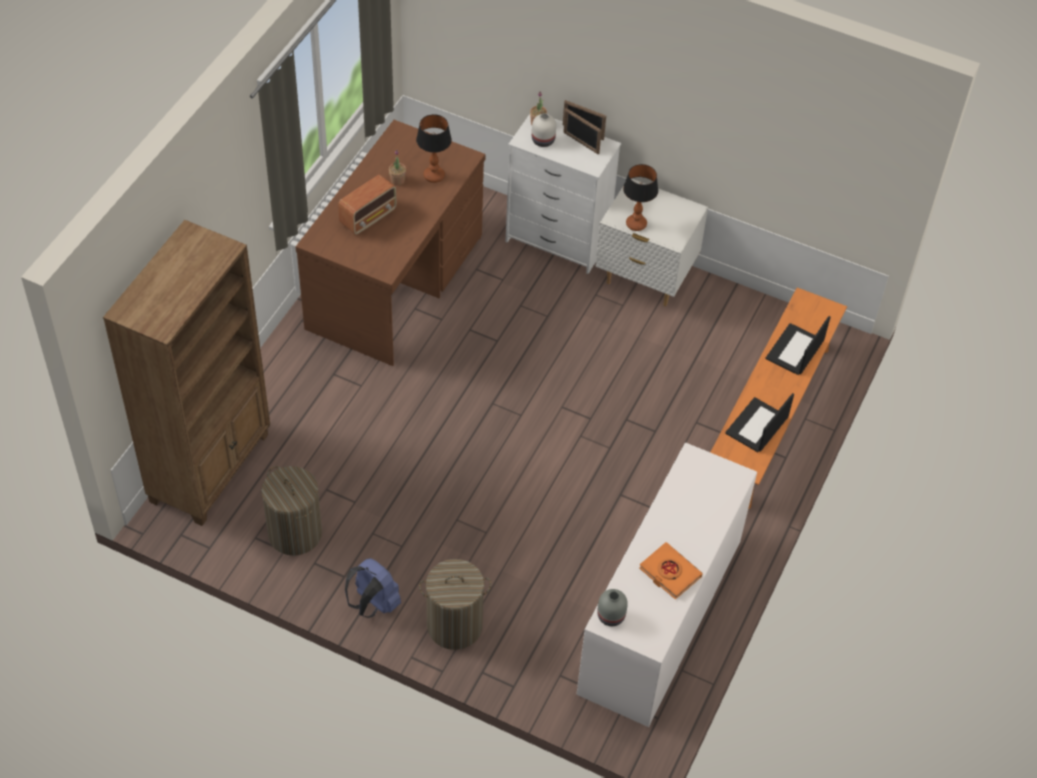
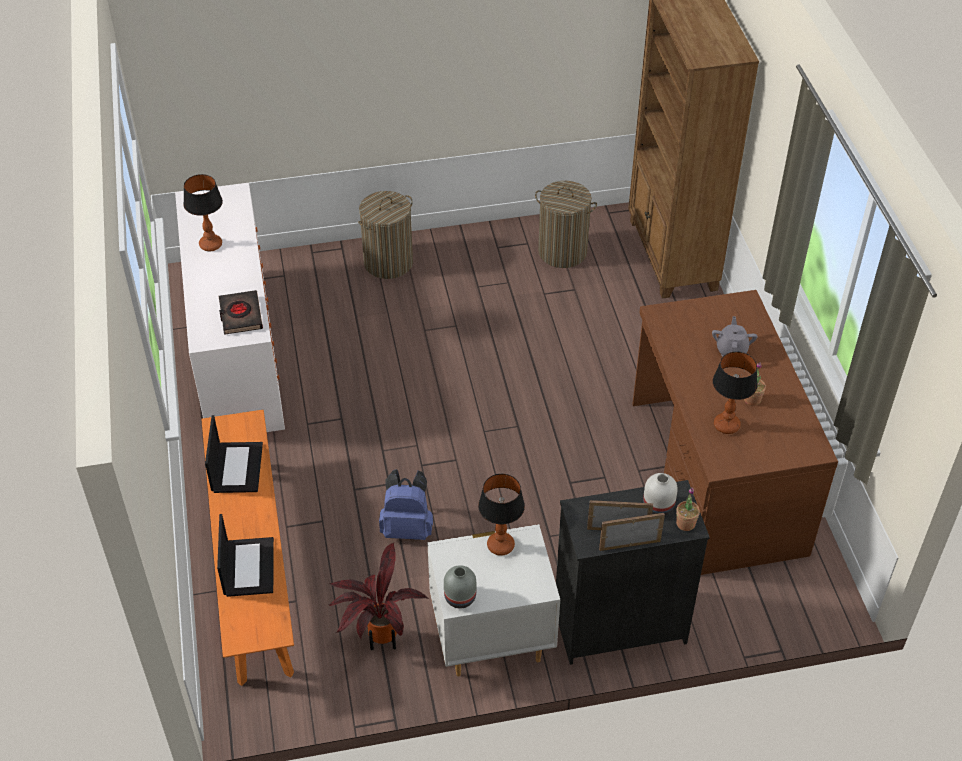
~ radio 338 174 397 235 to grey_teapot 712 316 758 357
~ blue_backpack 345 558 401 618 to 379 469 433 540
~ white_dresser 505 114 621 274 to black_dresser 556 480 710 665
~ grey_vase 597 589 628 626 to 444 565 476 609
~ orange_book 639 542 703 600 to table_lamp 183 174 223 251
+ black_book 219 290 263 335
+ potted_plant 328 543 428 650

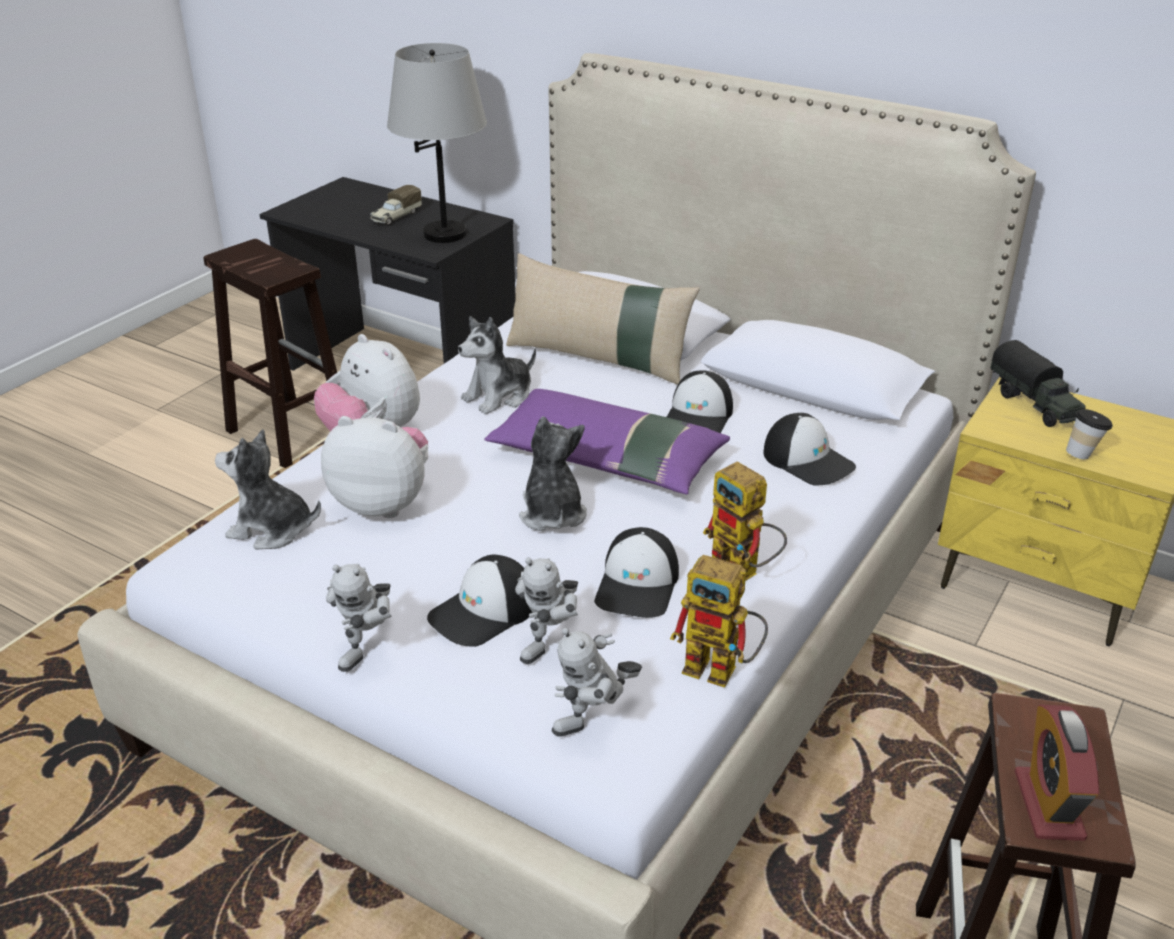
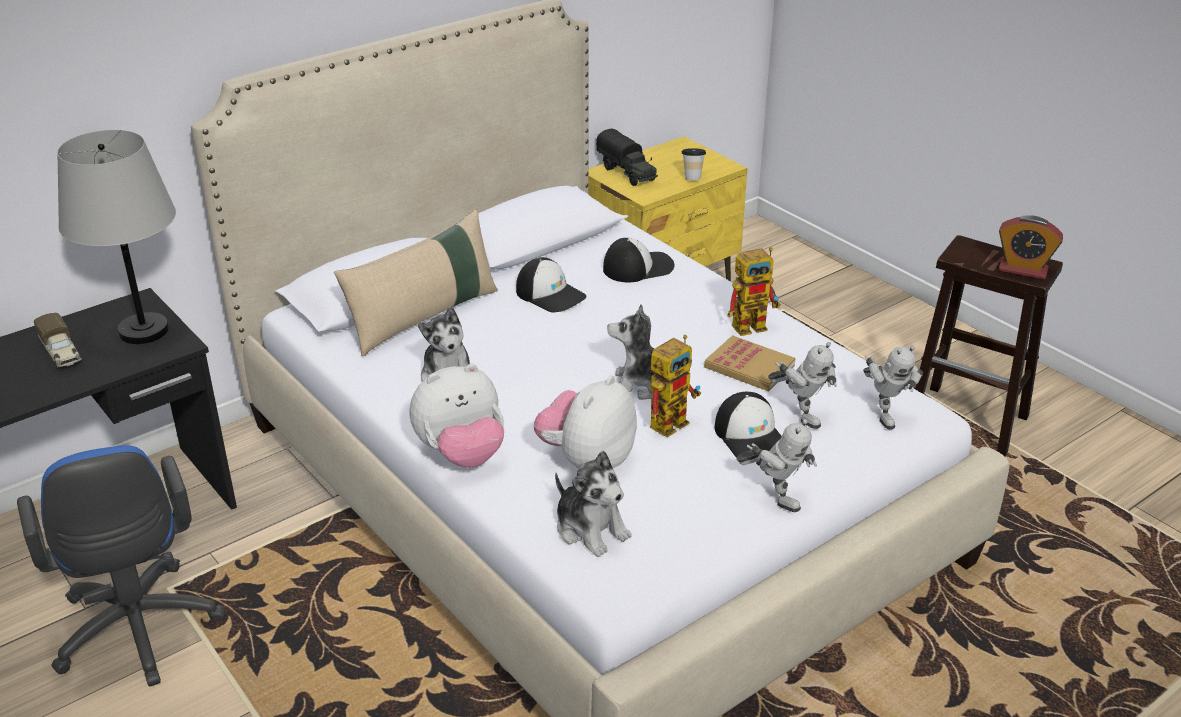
~ brown_stool 204 239 337 468 to blue_office_chair 17 445 226 687
~ plush_toy 215 429 321 549 = 555 451 632 557 75 degrees counterclockwise
- purple_pillow 485 389 730 494
~ cap 594 527 679 618 to book 704 335 795 392
~ toy_robot 670 555 768 688 to 650 335 701 438
~ toy_truck 990 340 1086 427 = 596 129 658 186 60 degrees clockwise

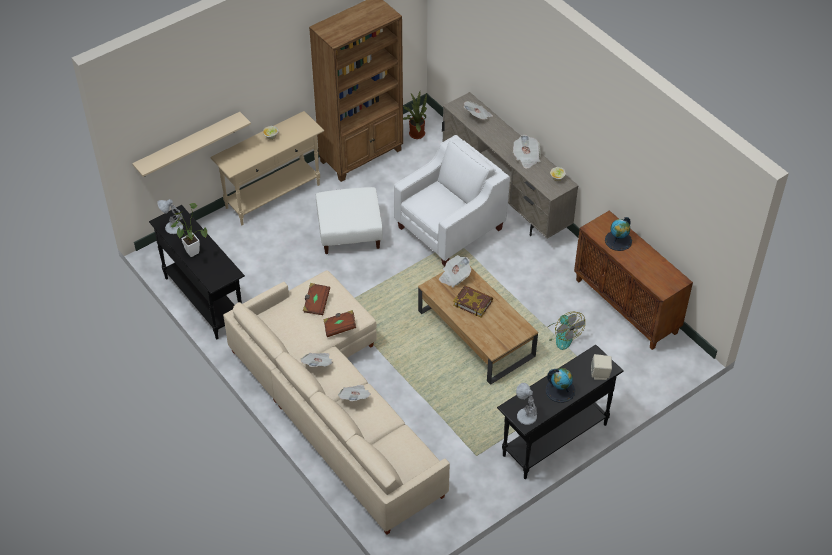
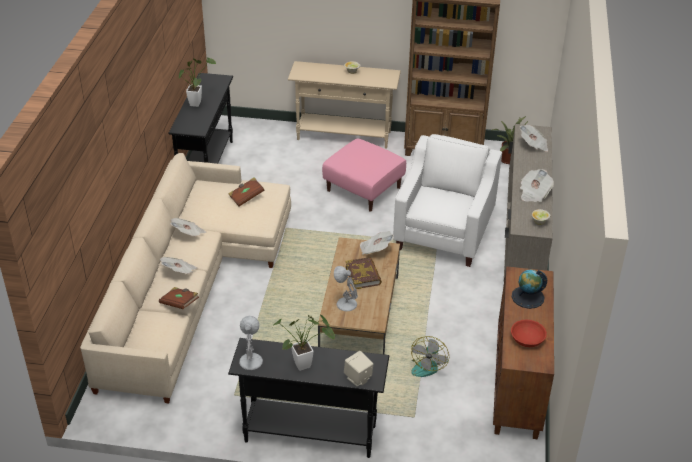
- beige_shelf 132 112 251 177
~ white_table_lamp 157 199 183 234 to 334 266 358 311
~ white_ottoman 316 187 383 254 to pink_ottoman 322 139 406 212
~ brown_book 323 310 356 337 to 159 287 199 309
~ white_armchair 394 135 510 266 = 393 134 502 267 75 degrees counterclockwise
~ globe 545 368 575 403 to potted_plant 272 315 335 371
+ red_bowl 511 319 547 347

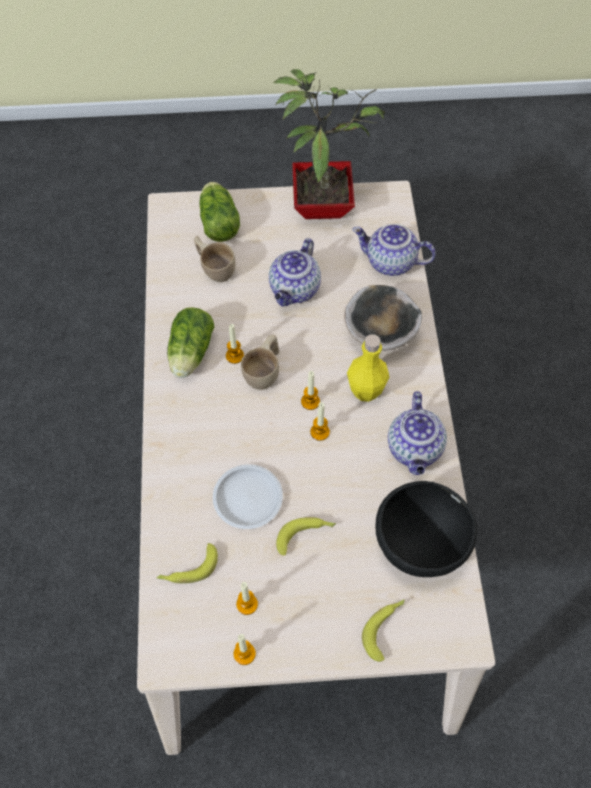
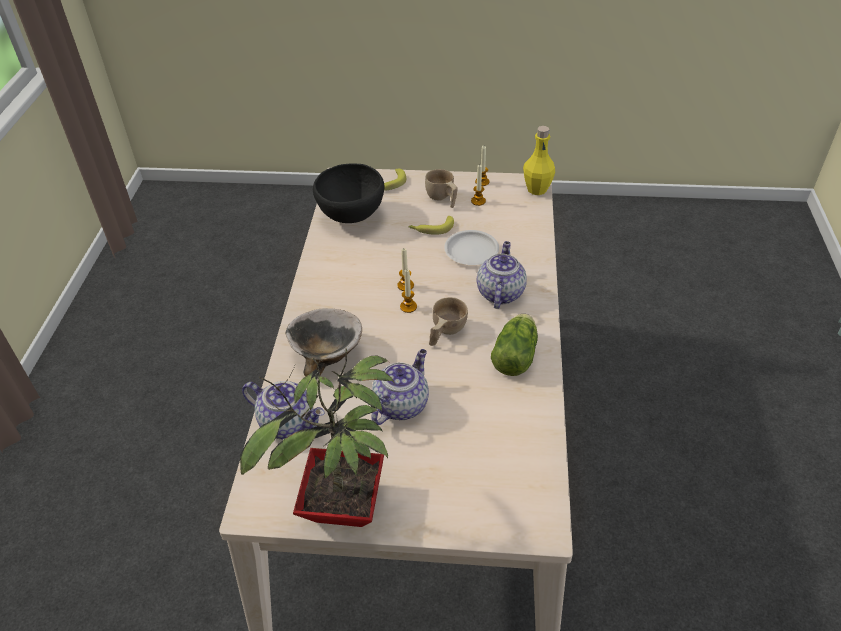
- banana 157 543 218 583
~ beige_cup 194 236 235 282 to 425 169 458 208
- lettuce 199 182 240 242
- candle 226 324 244 364
~ yellow_bottle 347 334 389 402 to 523 126 555 195
~ teapot 388 391 447 475 to 477 241 527 309

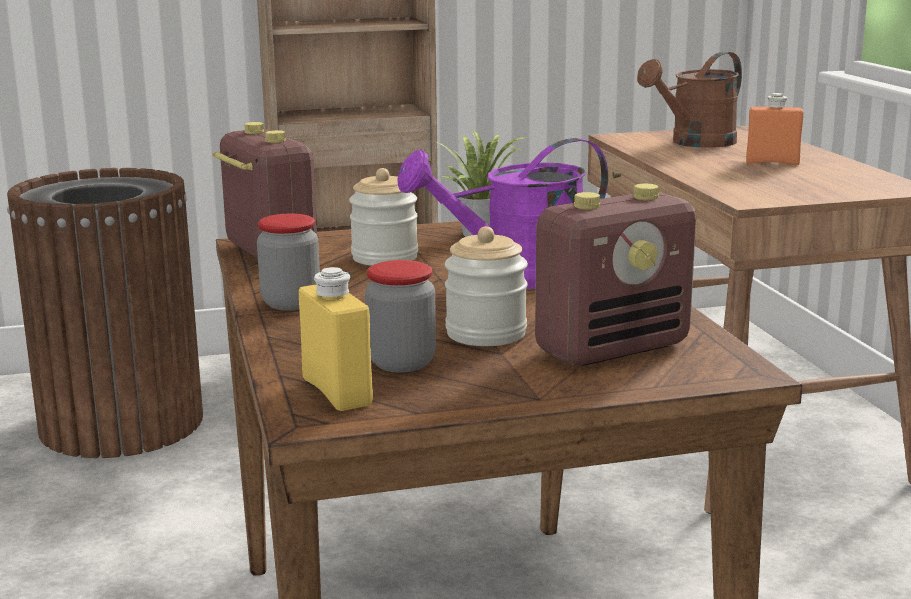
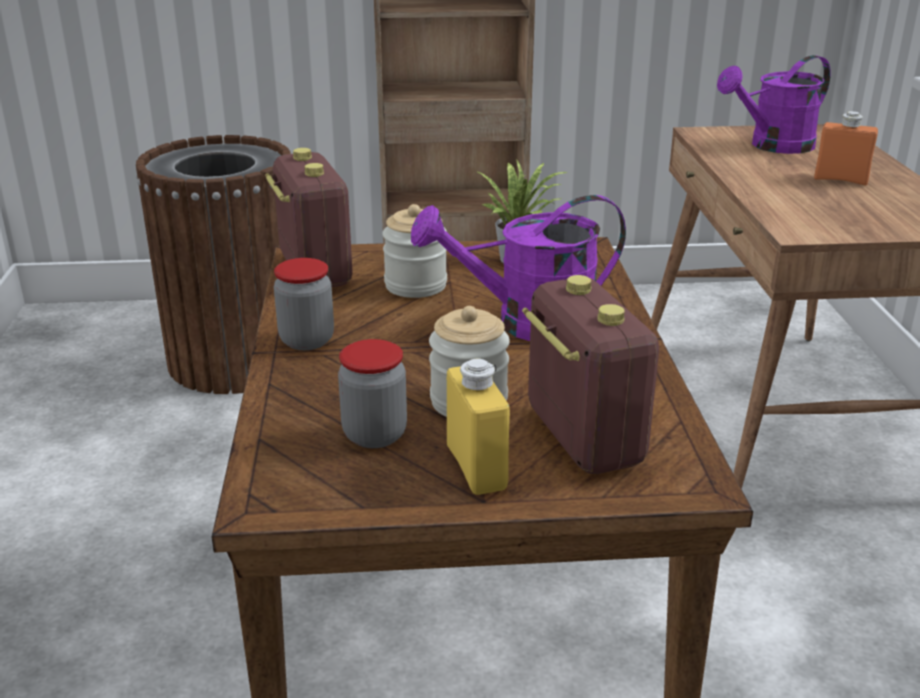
~ yellow_bottle 299 267 373 411 to 447 359 510 495
~ radio 535 184 696 366 = 522 275 659 474 90 degrees counterclockwise
~ brown_watering_can 637 51 742 148 to purple_watering_can 717 55 831 154

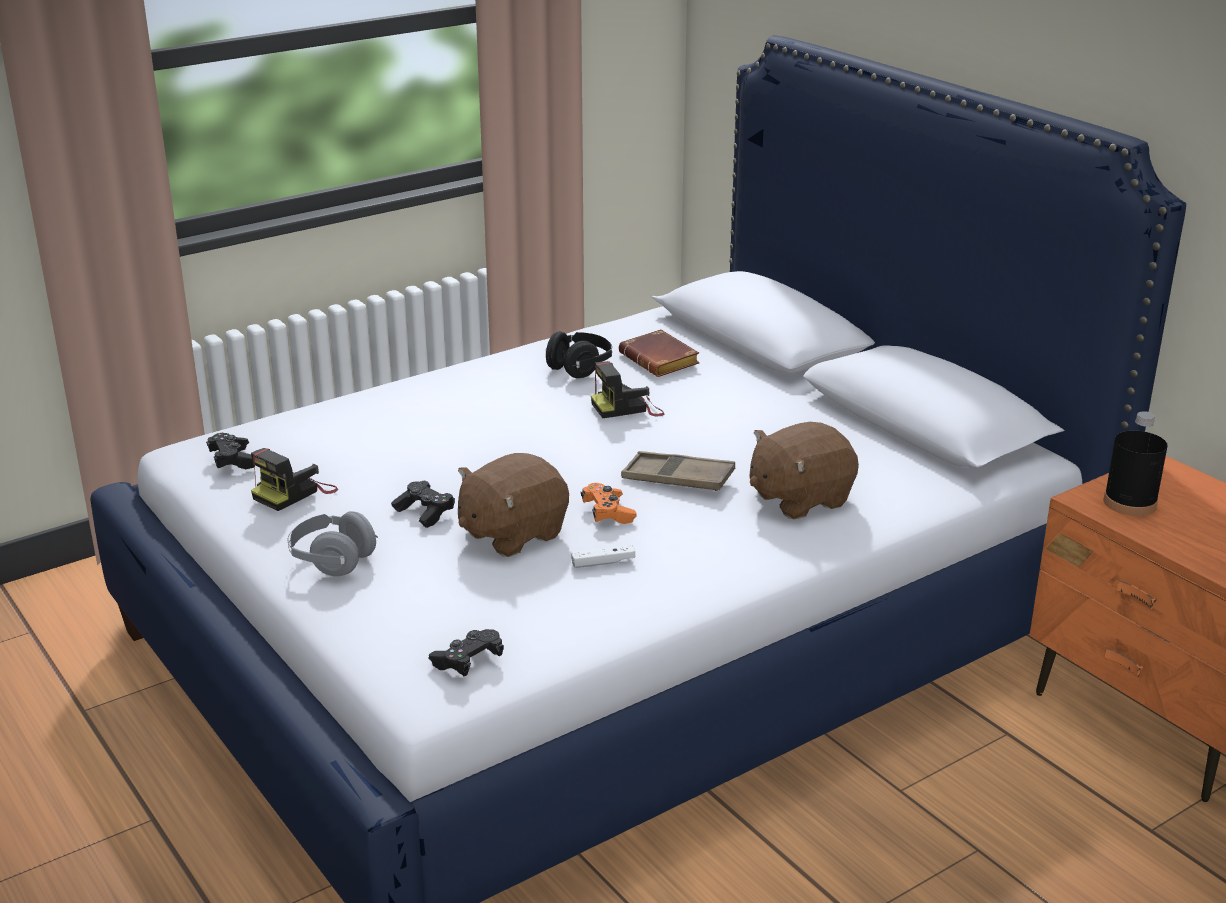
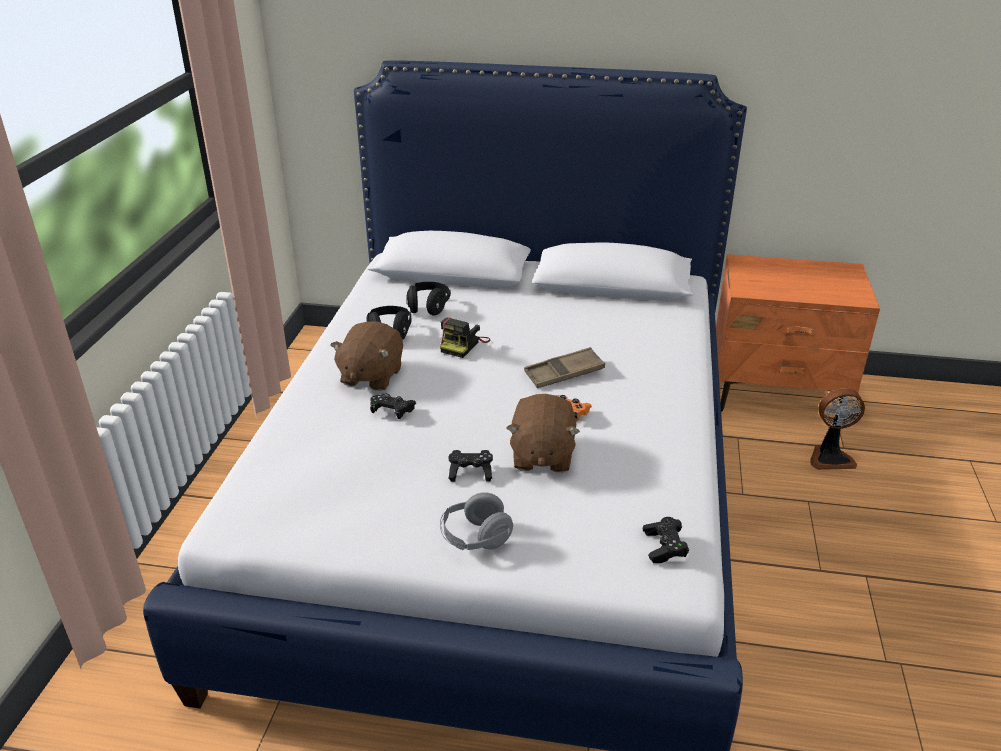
~ black_game_controller 206 433 254 469 to 370 393 416 419
- photo_camera 251 448 338 511
- white_game_controller 571 544 635 568
~ brown_book 619 329 699 377 to black_headphones 406 282 451 316
~ brown_plush_toy 750 422 859 519 to 330 321 403 391
- black_bottle 1103 411 1168 516
+ fan 810 388 865 470

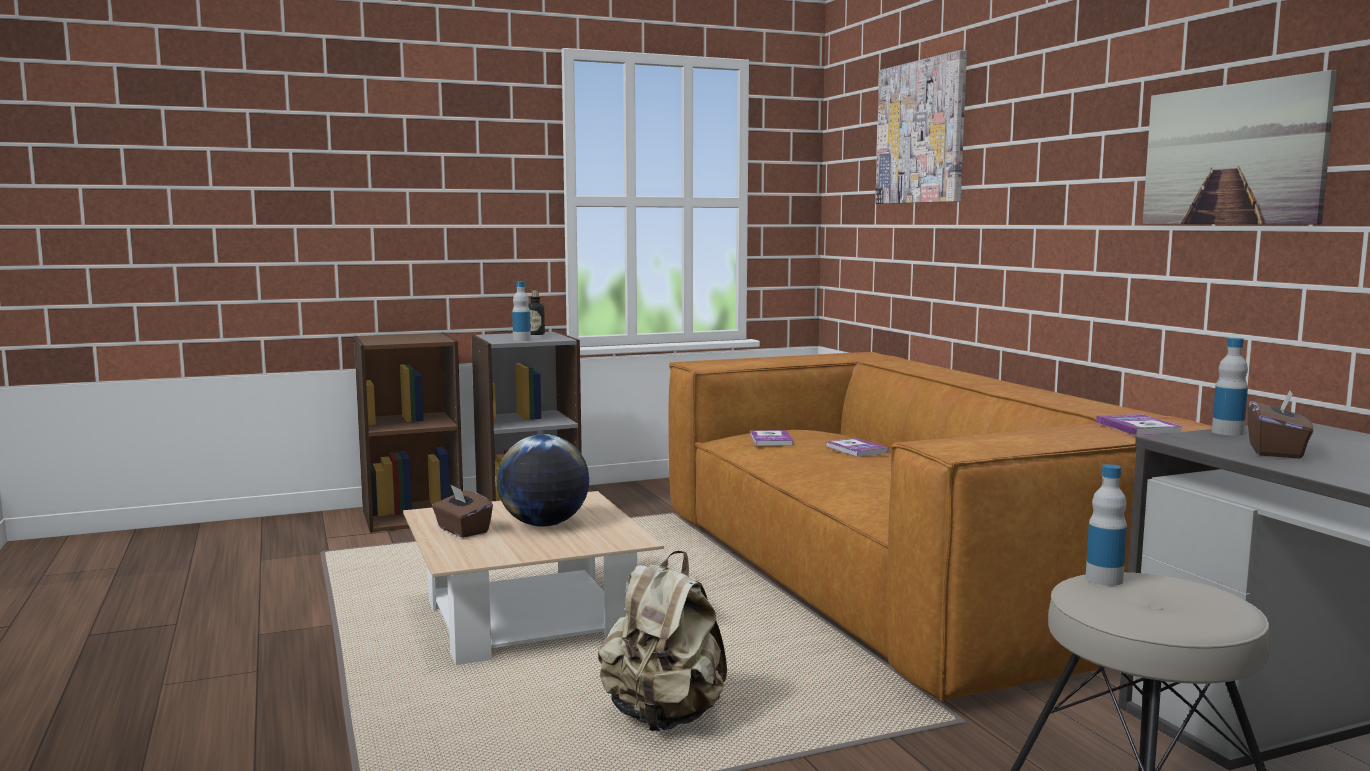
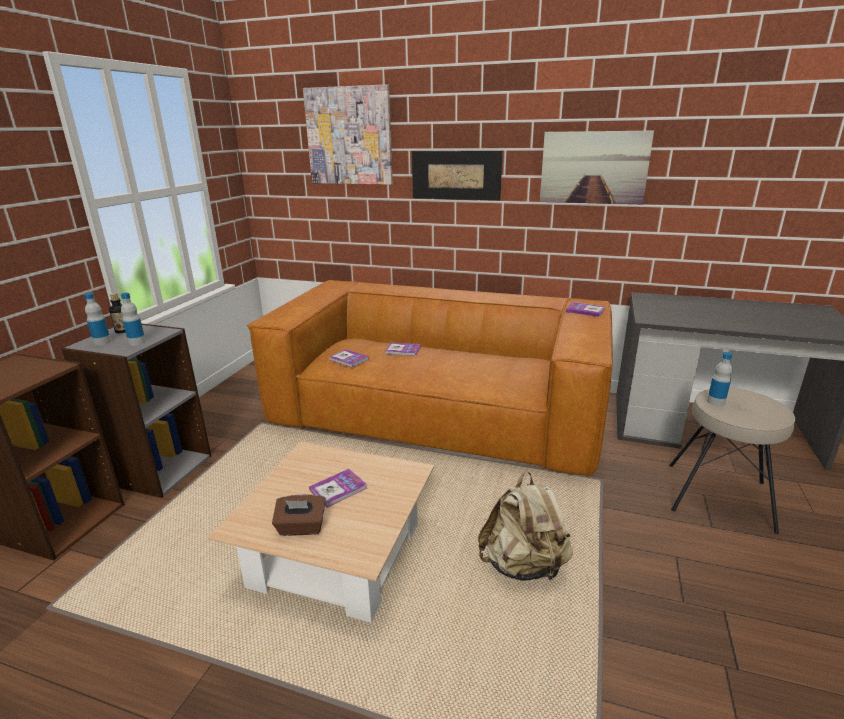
~ globe 496 434 589 526 to book 309 469 367 508
~ bottle 1212 338 1248 436 to 84 293 111 346
- brown_tissue_box 1248 391 1313 459
+ picture 412 151 502 200

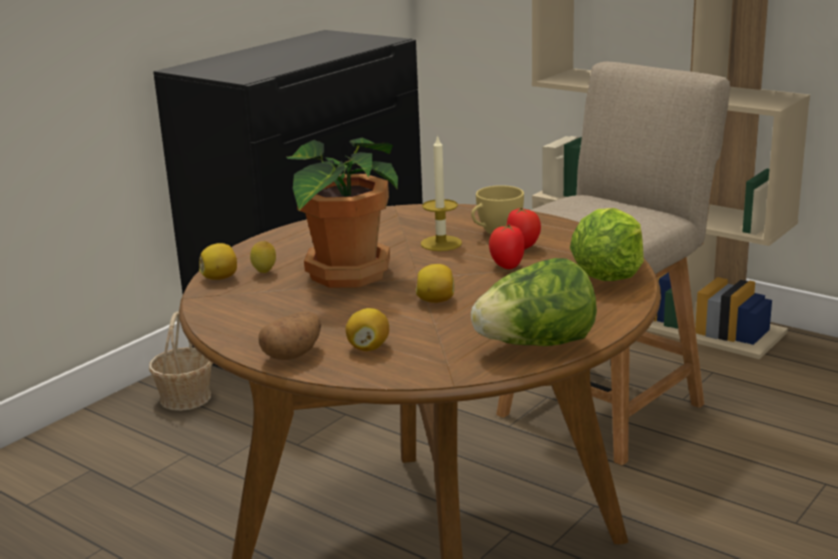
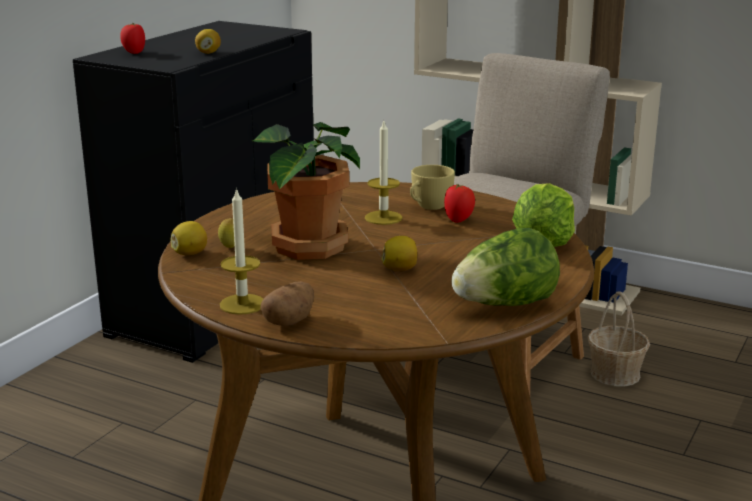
~ basket 149 312 213 411 to 588 291 650 387
~ lemon 345 308 389 351 to 195 29 221 54
~ tomato 489 224 525 269 to 120 23 145 54
+ candle 220 187 263 315

